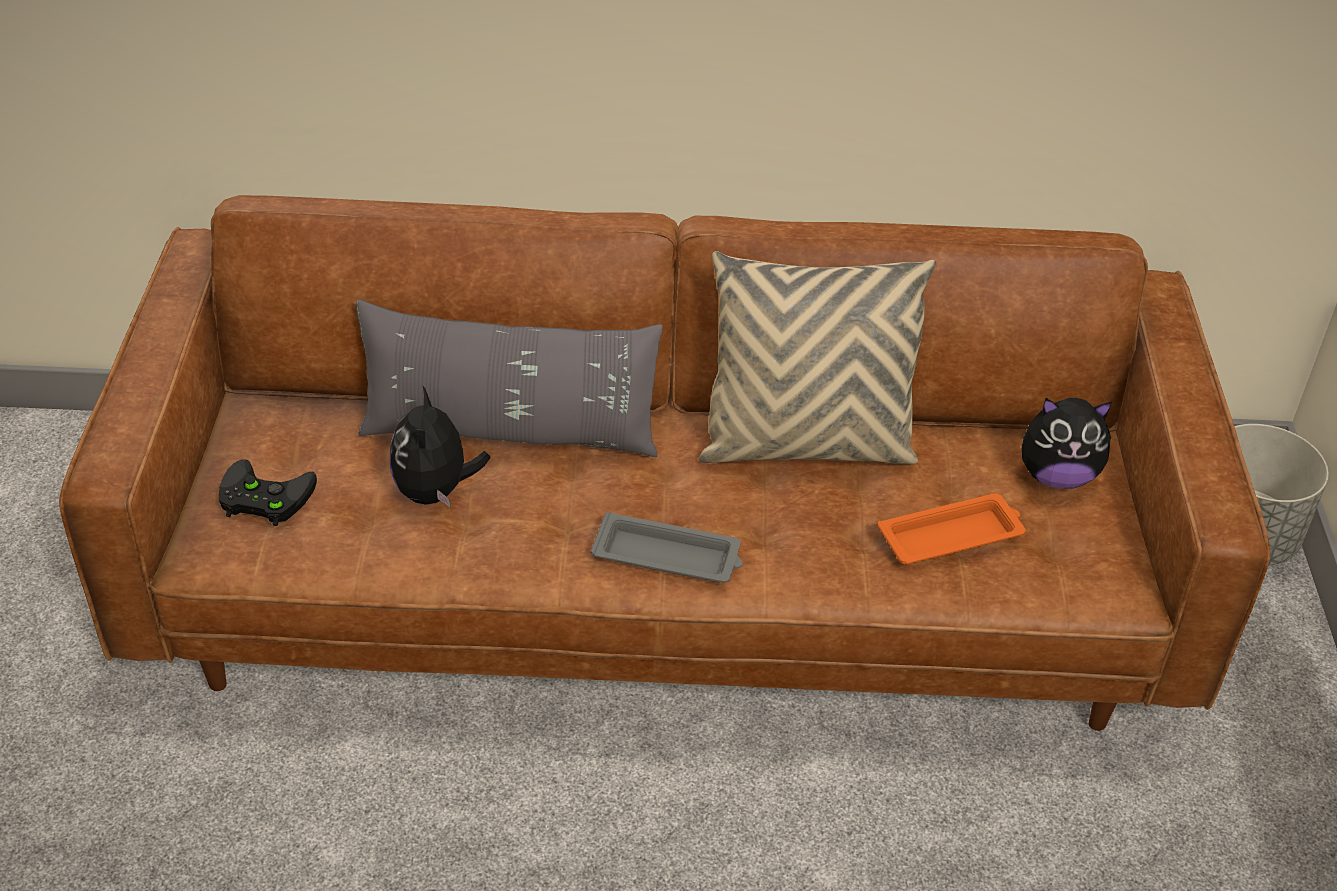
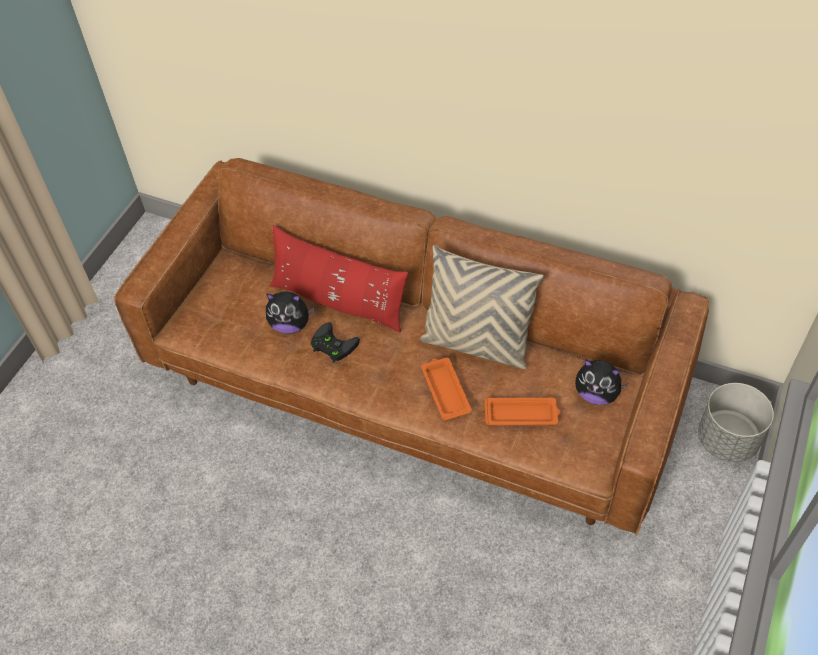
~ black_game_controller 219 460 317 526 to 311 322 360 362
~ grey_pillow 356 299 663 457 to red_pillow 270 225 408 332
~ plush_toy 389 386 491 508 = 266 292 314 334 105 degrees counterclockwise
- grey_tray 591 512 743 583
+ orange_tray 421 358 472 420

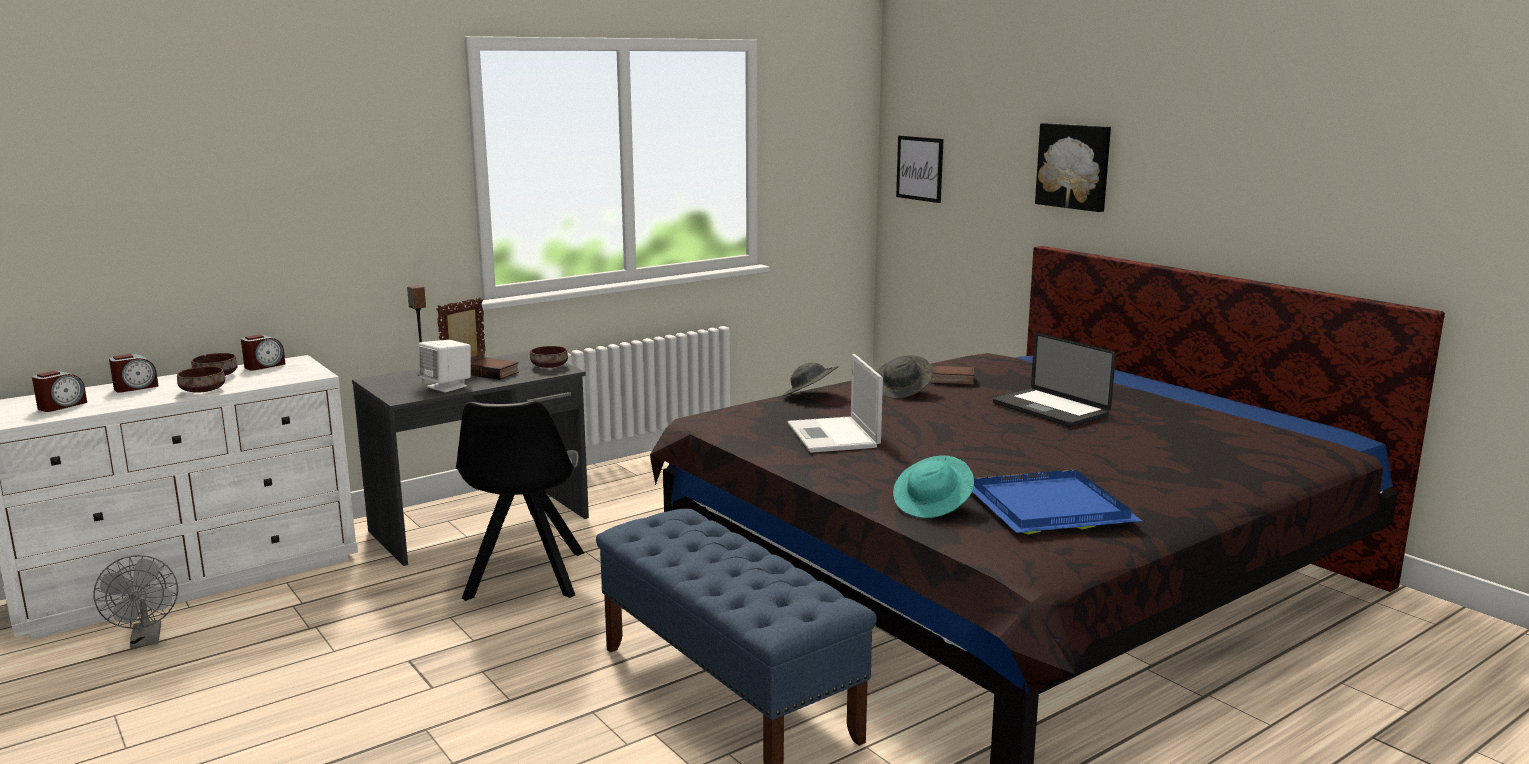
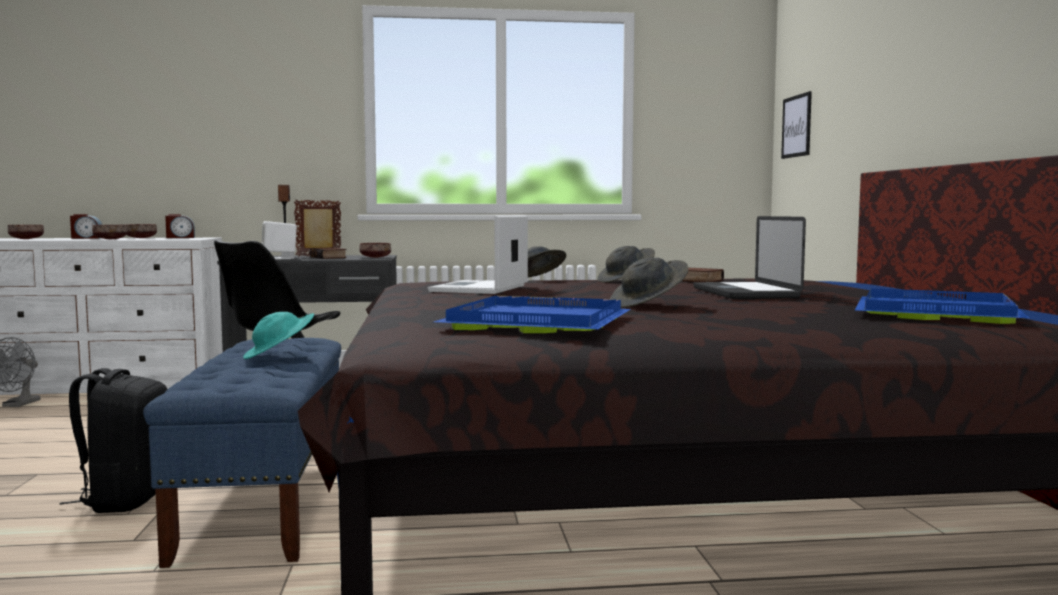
~ alarm_clock 32 371 87 412 to brown_bowl 8 225 44 239
~ turquoise_hat 893 455 974 518 to 243 312 314 359
- picture 1035 123 1111 212
+ black_backpack 60 368 168 513
+ grey_hat 610 258 688 308
+ blue_tray 855 288 1029 324

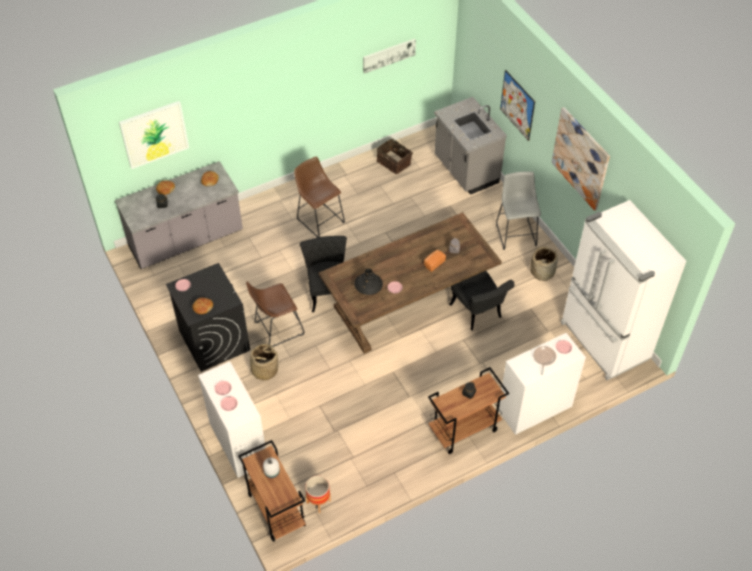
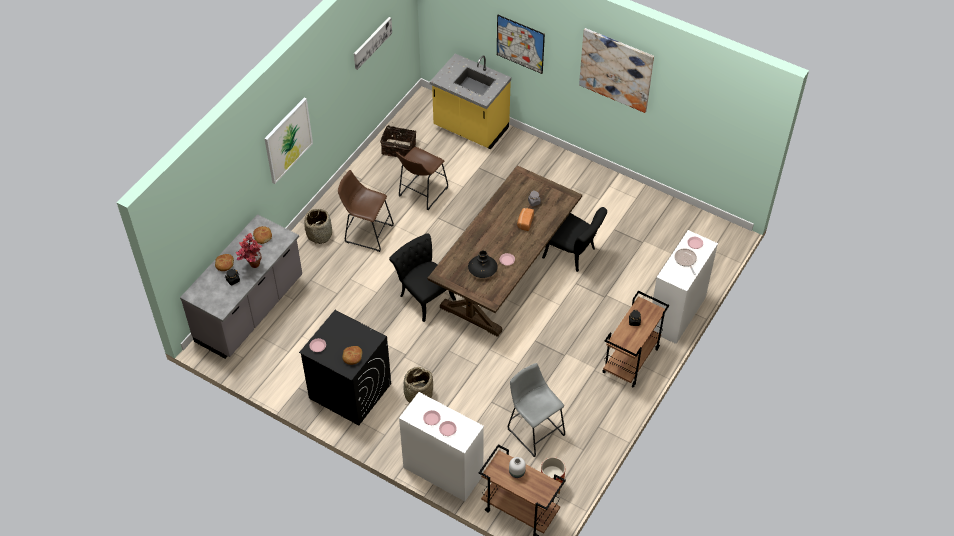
~ picture 119 101 189 169 to 264 98 313 184
~ brown_stool 246 282 305 347 to 396 147 448 210
~ grey_counter 434 97 507 195 to yellow_counter 430 54 511 149
~ grey_stool 496 172 541 250 to 508 363 565 457
~ basket 530 247 558 281 to 304 209 332 244
- white_fridge 561 200 686 381
+ potted_plant 236 233 262 268

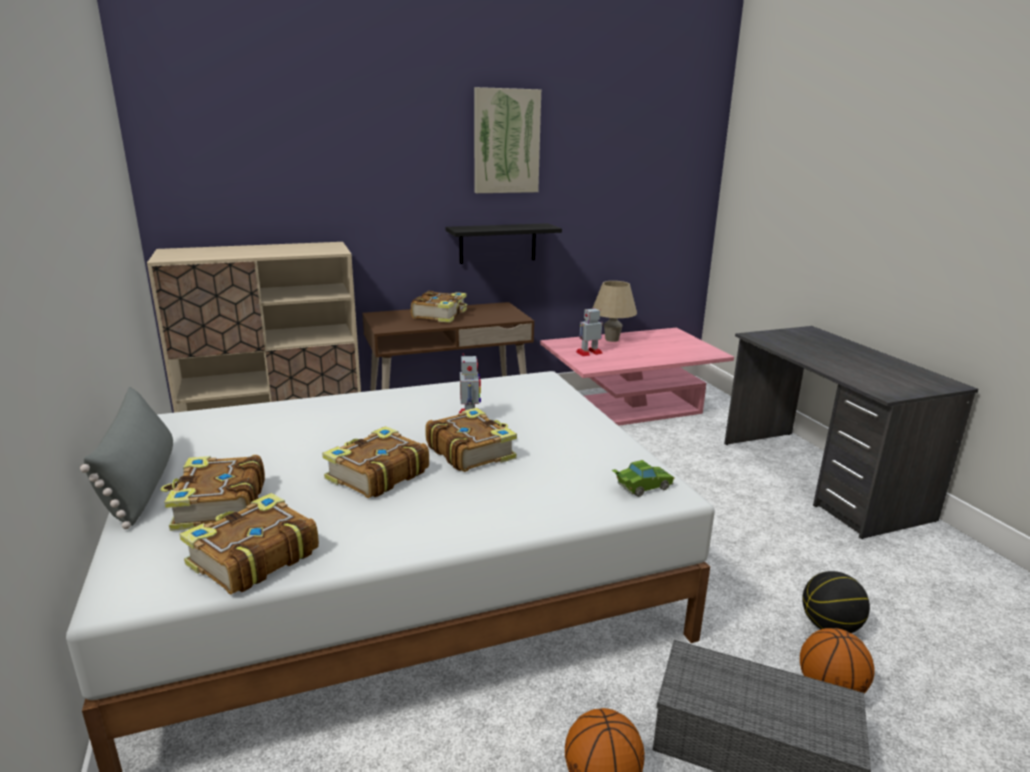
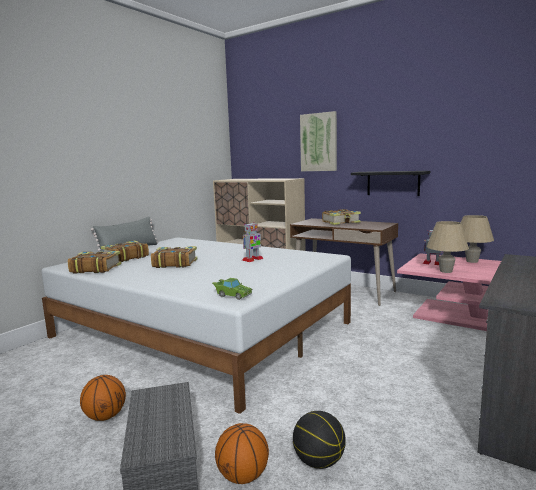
- book 425 408 517 472
~ picture 474 87 541 193 to 300 111 337 171
+ beige_table_lamp 427 221 469 273

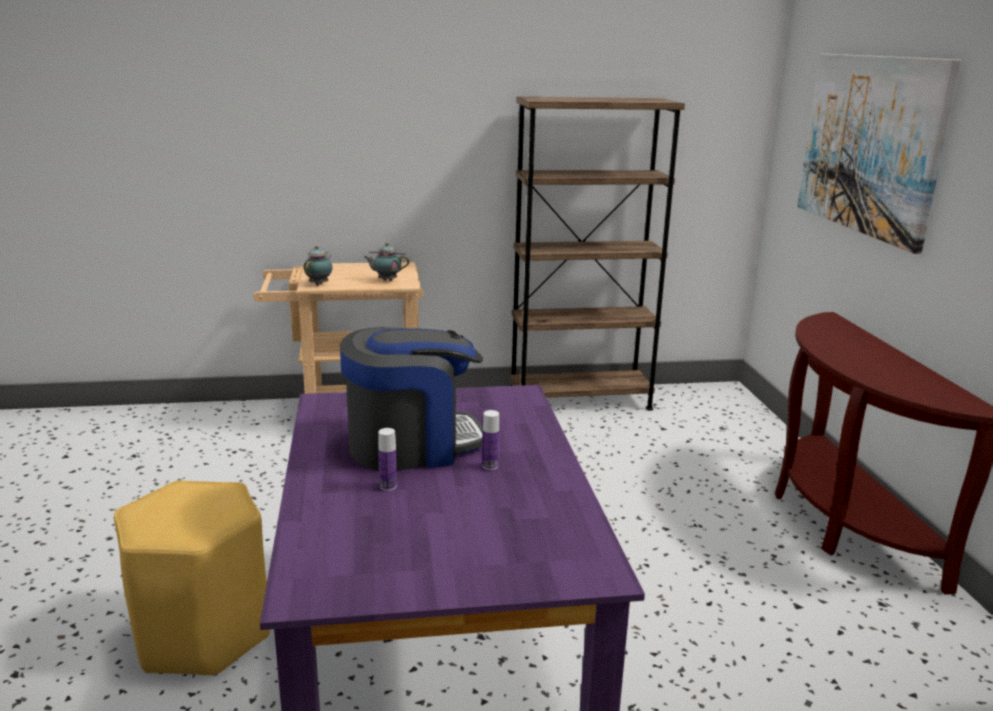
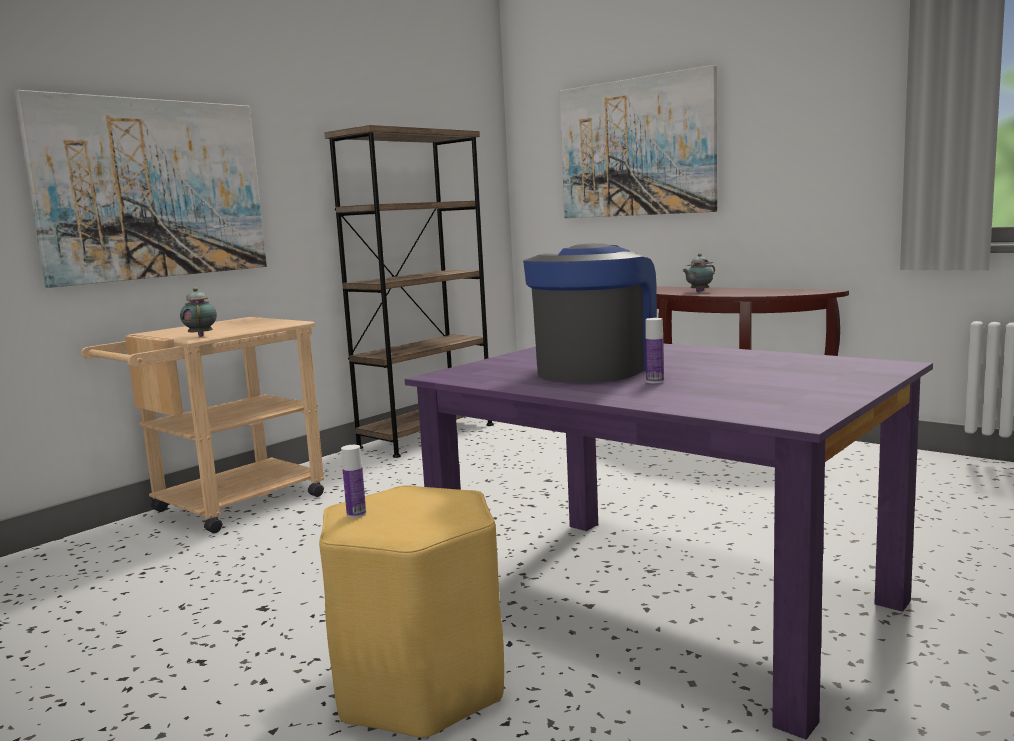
~ teapot 364 243 409 281 to 682 254 715 292
~ bottle 482 410 499 470 to 341 445 366 518
+ picture 14 90 267 288

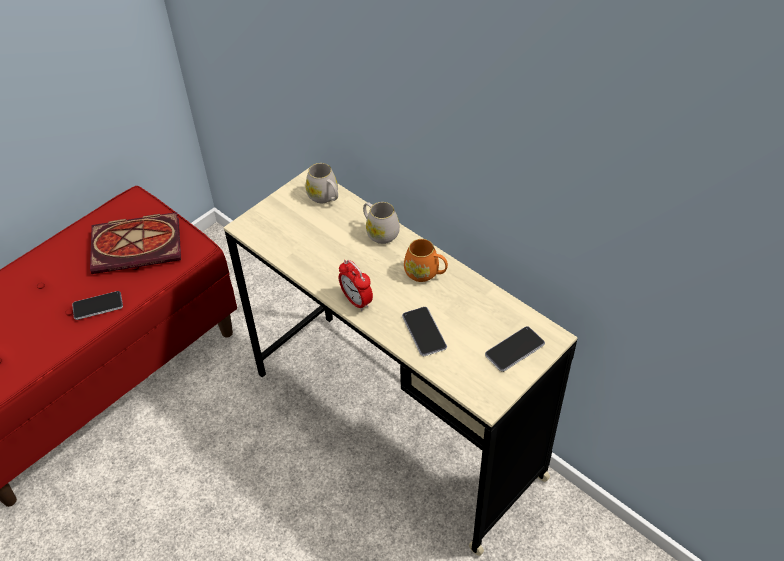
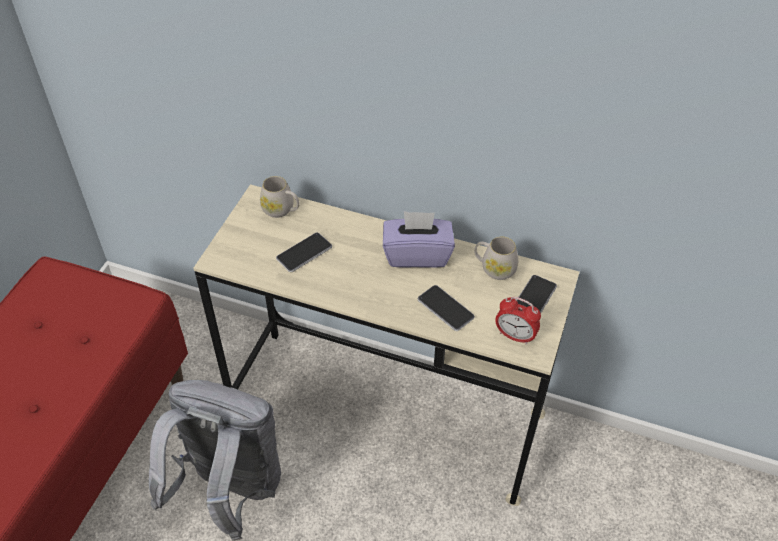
~ phone 72 291 123 320 to 276 233 332 272
- book 90 212 181 274
~ alarm_clock 338 260 373 311 to 495 297 541 345
~ white_mug 363 202 400 244 to 474 236 518 280
~ orange_mug 404 239 448 282 to purple_tissue_box 383 211 455 268
+ grey_backpack 149 380 281 541

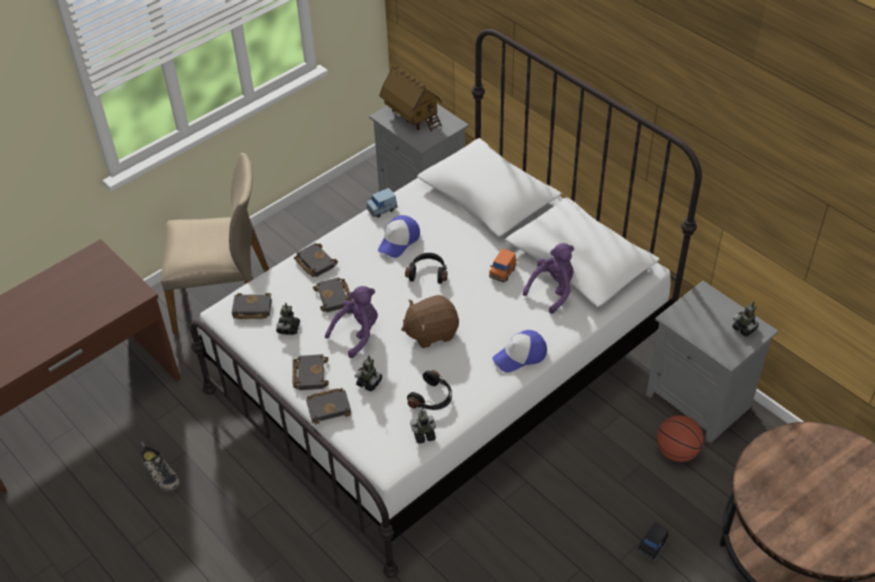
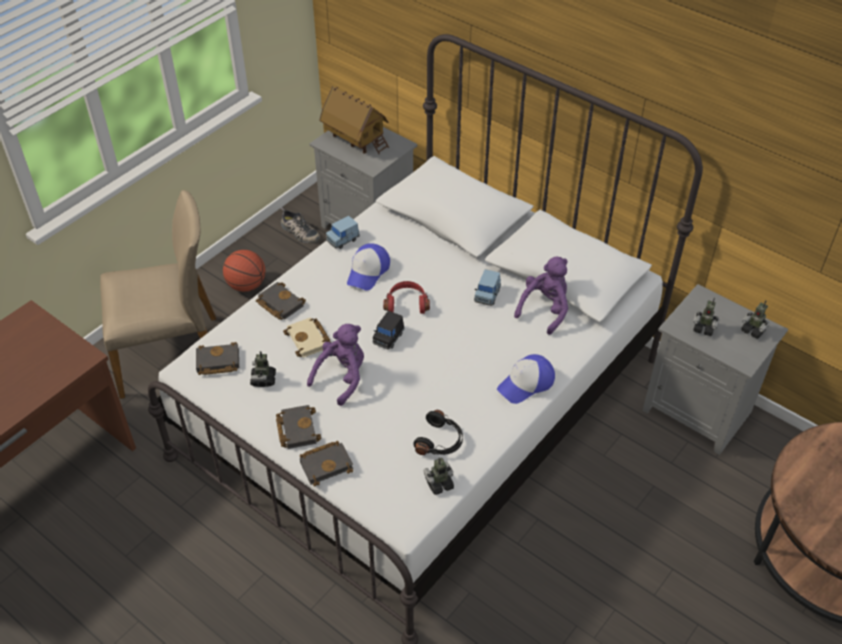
~ shoe 141 442 180 491 to 280 207 320 244
~ black_book 313 277 352 313 to beige_book 283 317 331 358
~ toy_robot 354 355 382 391 to 693 298 719 336
- brown_plush_toy 401 295 459 348
~ black_headphones 405 253 447 284 to red_headphones 383 281 430 314
~ orange_toy_car 489 248 517 282 to blue_toy_car 474 269 501 306
~ black_toy_car 638 522 668 561 to 373 311 405 349
~ basketball 657 415 704 462 to 223 250 265 292

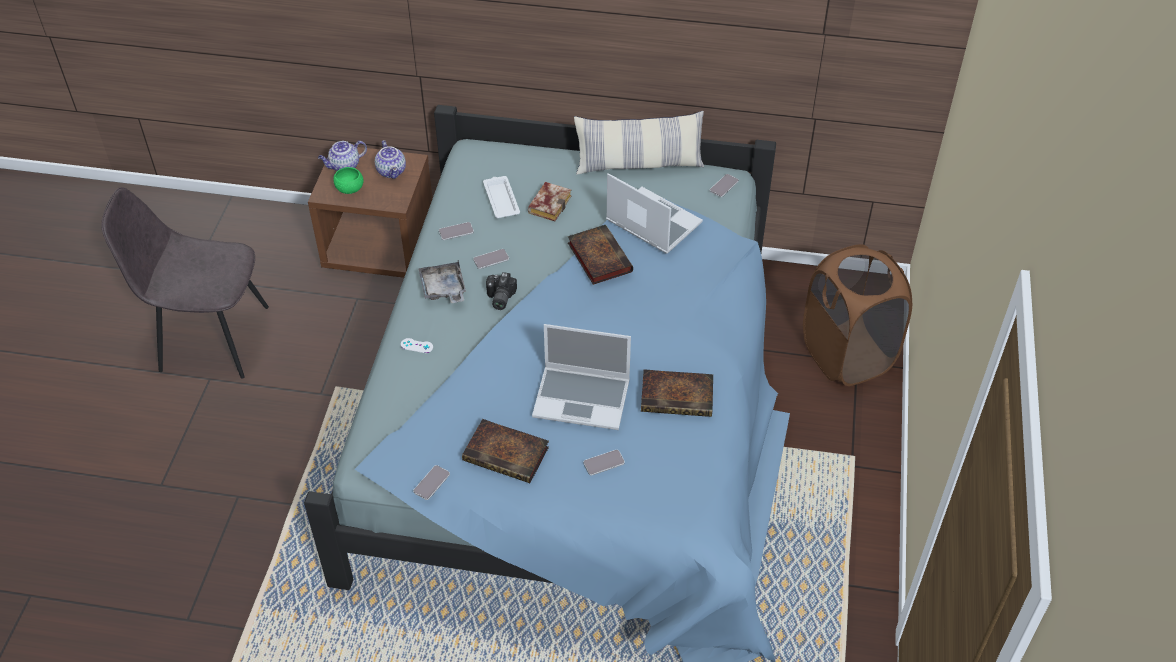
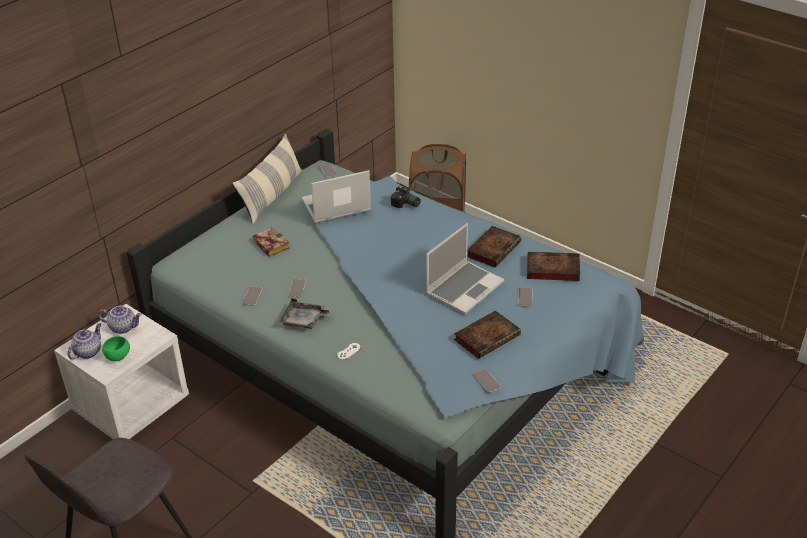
~ brown_nightstand 308 147 433 278 to white_nightstand 54 304 189 440
~ teapot 318 141 367 171 = 68 323 101 360 150 degrees counterclockwise
- white_tray 483 176 520 218
~ photo_camera 486 272 517 310 to 391 185 421 208
~ book 568 225 633 285 to 527 252 580 281

